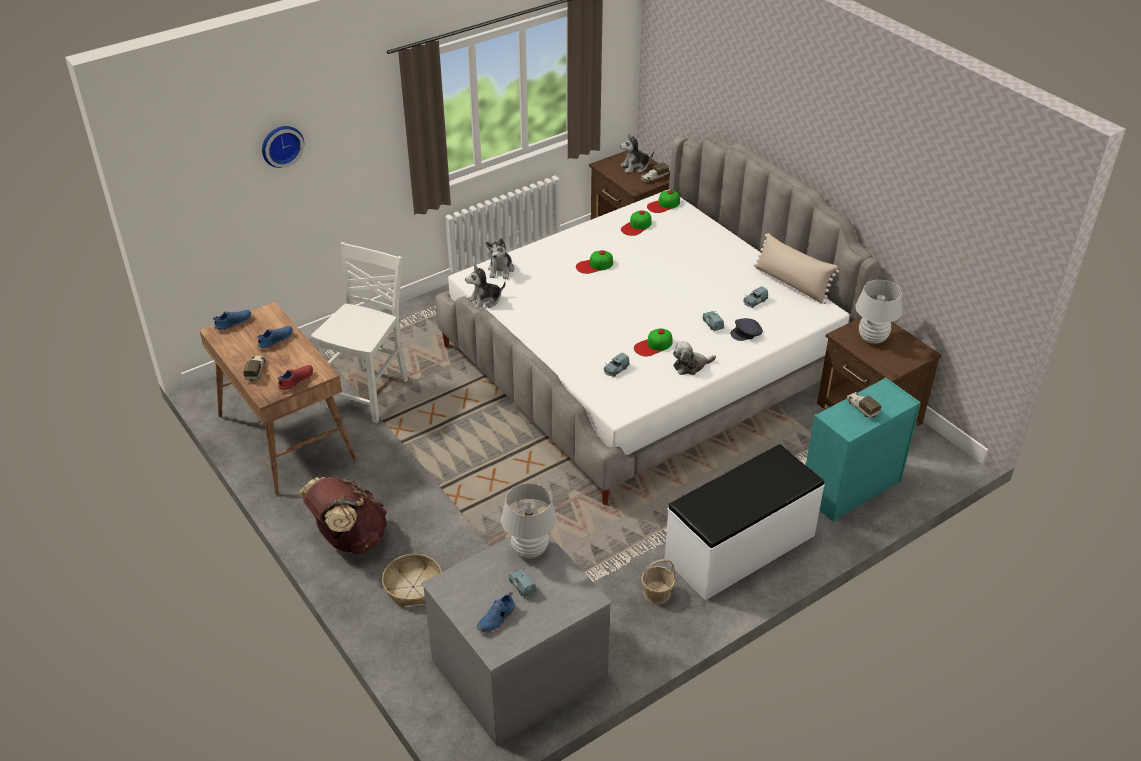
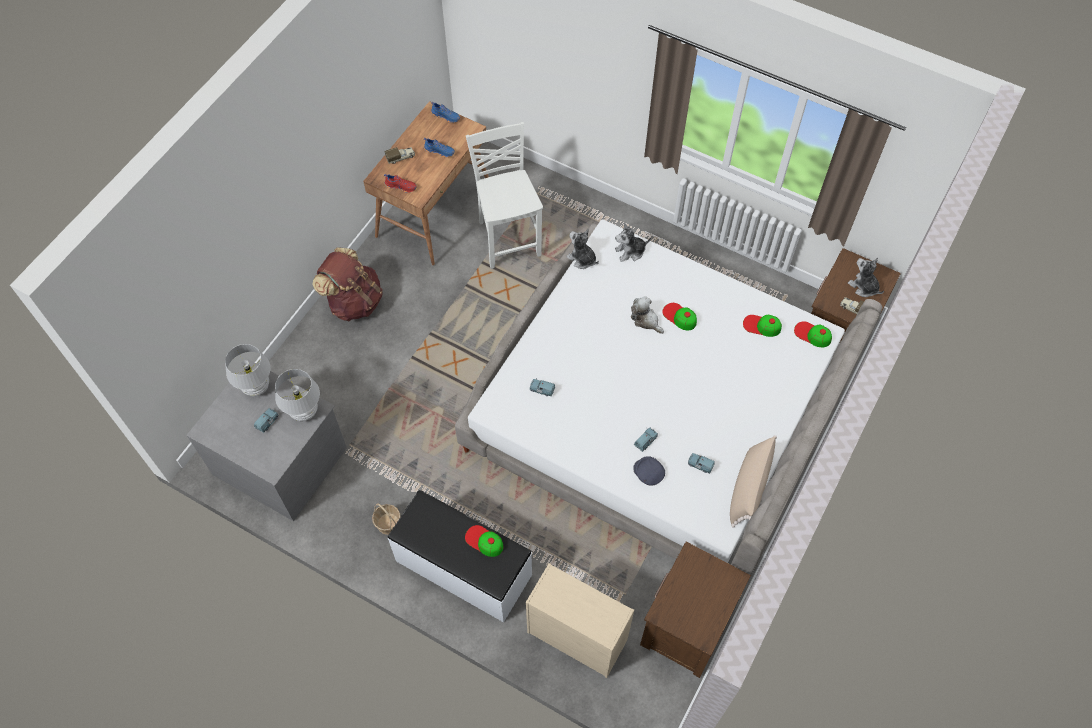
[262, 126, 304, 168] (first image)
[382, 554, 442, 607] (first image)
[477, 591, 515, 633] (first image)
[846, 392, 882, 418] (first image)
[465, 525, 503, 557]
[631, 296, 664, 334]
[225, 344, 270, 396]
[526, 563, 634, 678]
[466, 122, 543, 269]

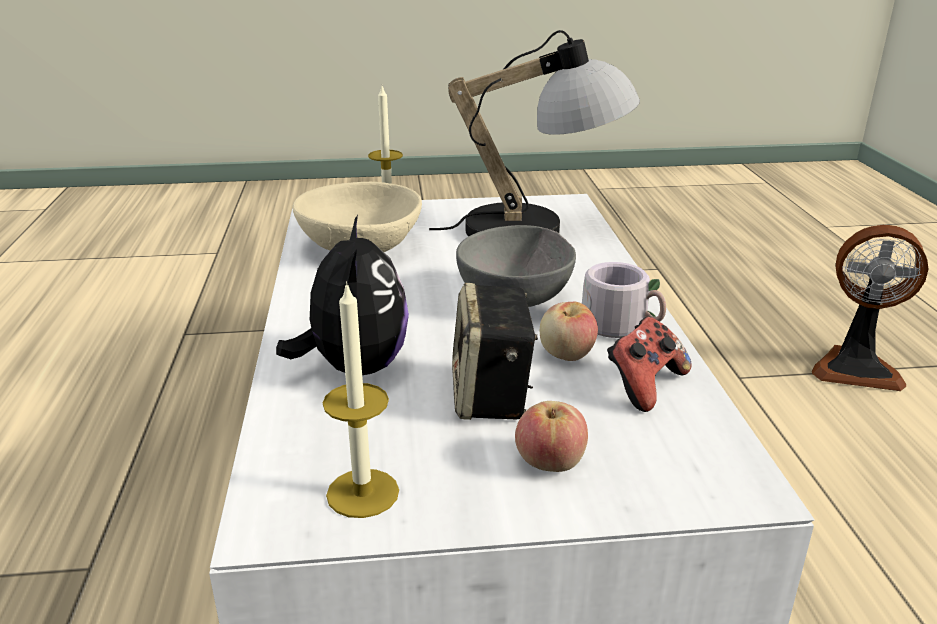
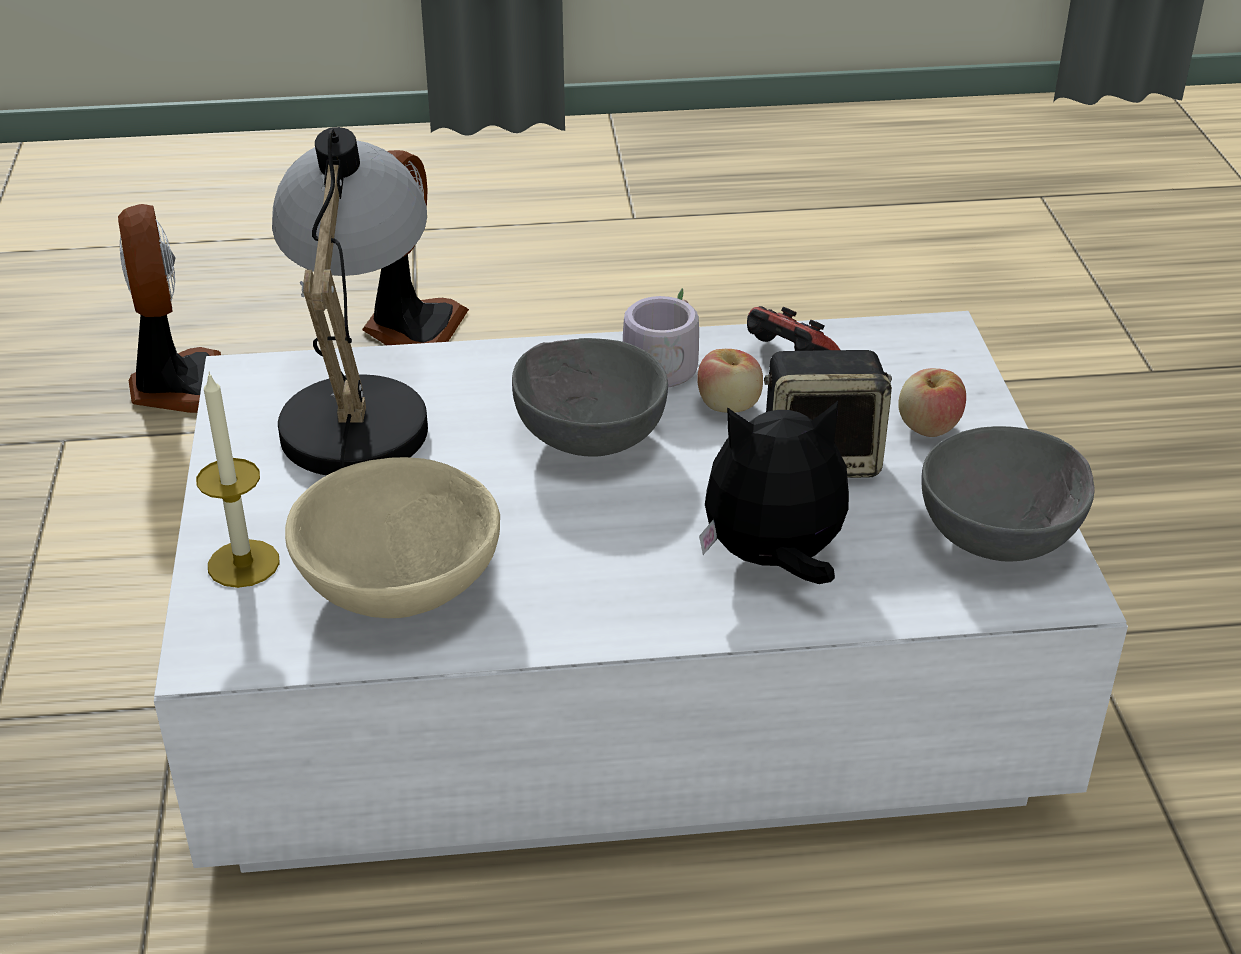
[118, 204, 221, 413]
[921, 426, 1095, 562]

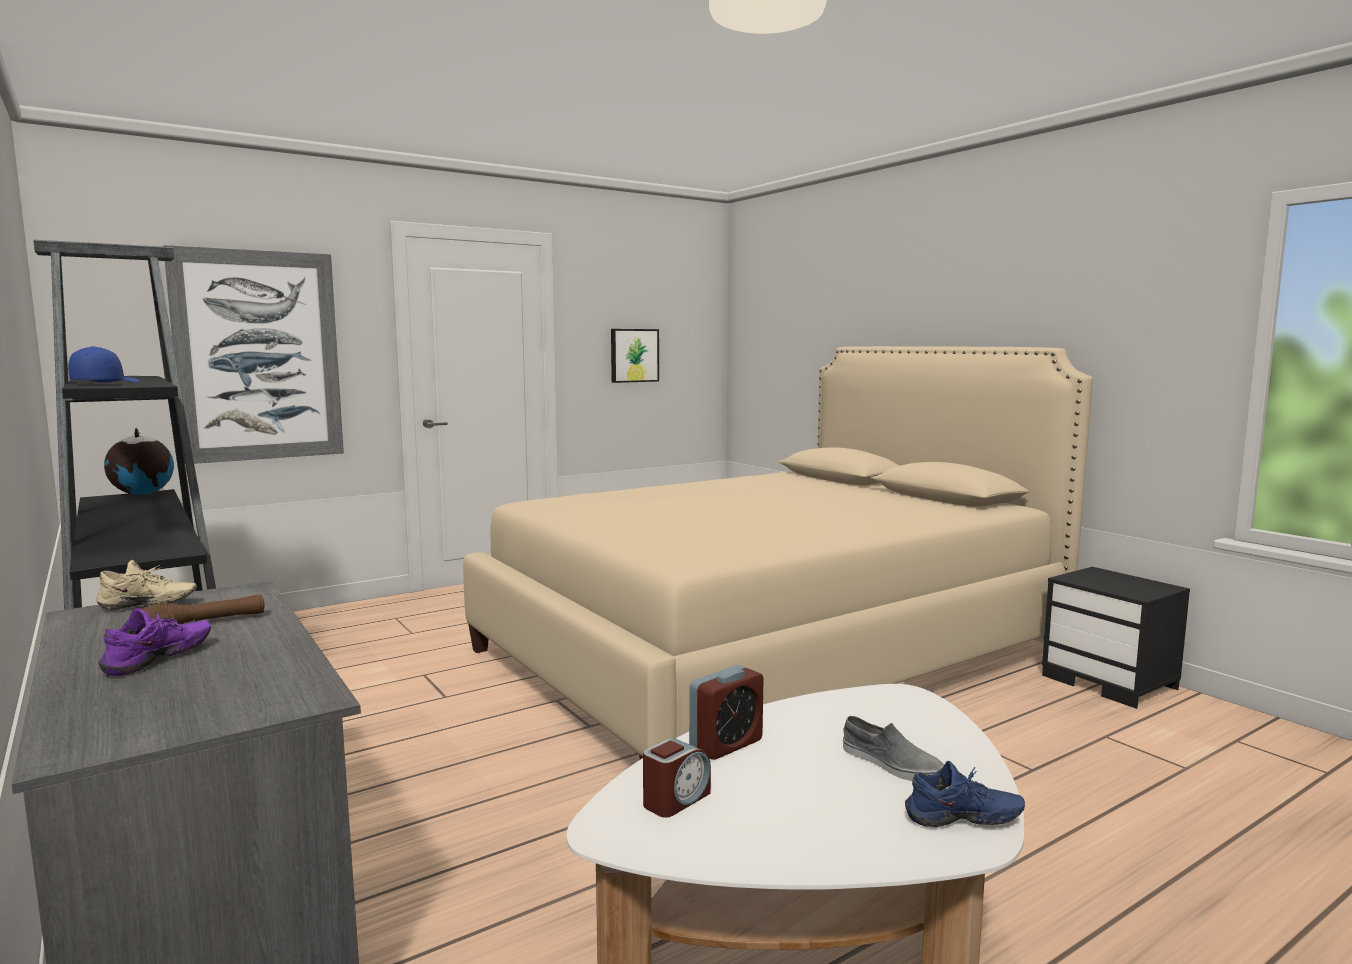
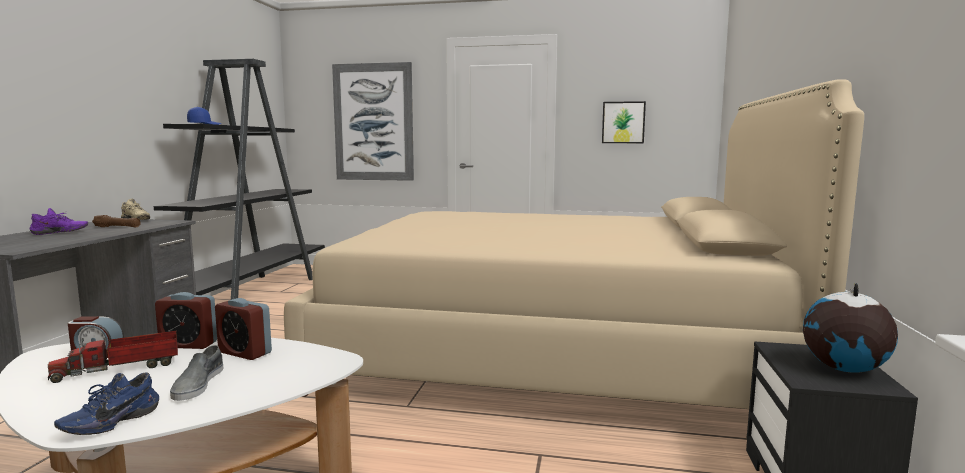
[48, 331, 178, 383]
[215, 298, 272, 360]
[803, 283, 898, 373]
[54, 372, 159, 435]

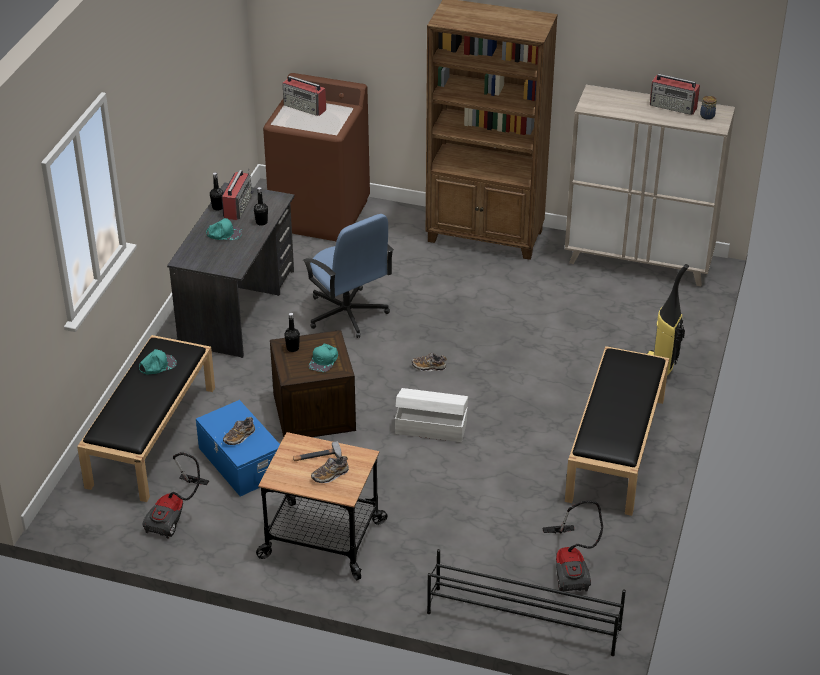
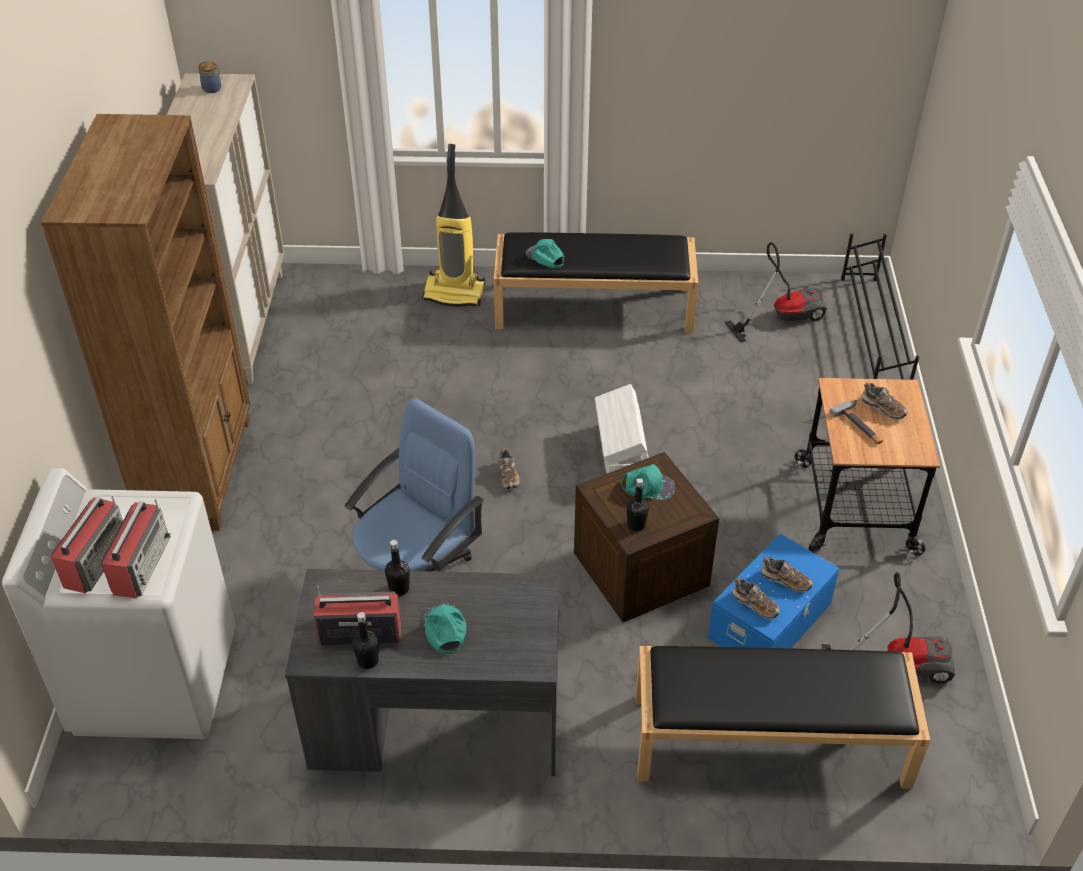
[732, 578, 780, 619]
[525, 239, 564, 268]
[101, 499, 171, 598]
[2, 468, 236, 739]

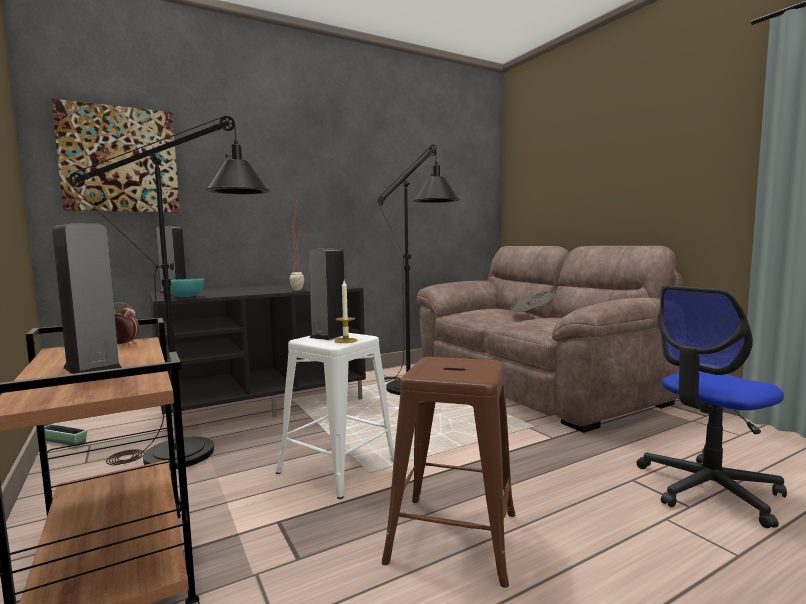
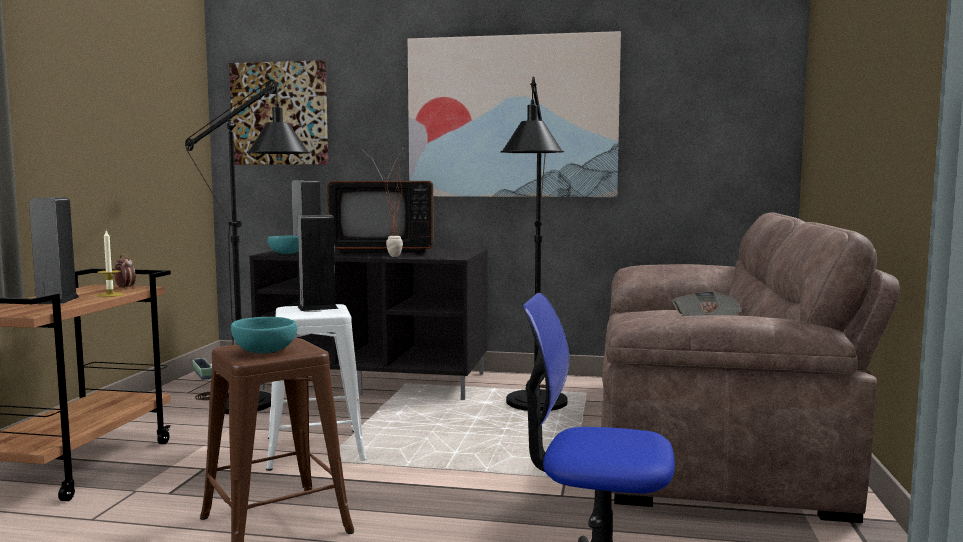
[231, 317, 297, 354]
[327, 146, 434, 255]
[408, 31, 621, 197]
[97, 230, 124, 297]

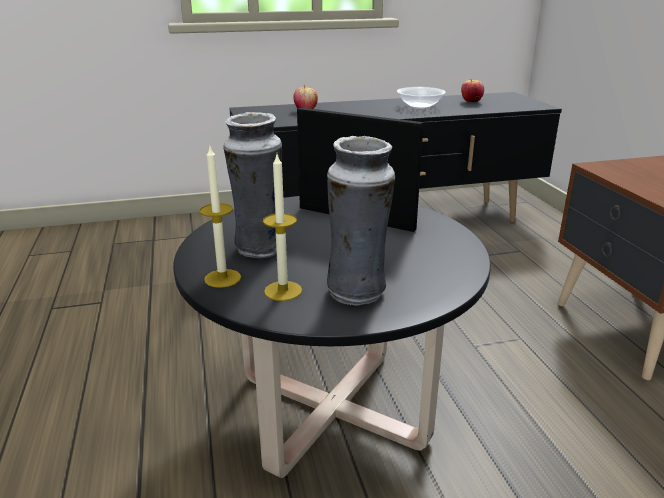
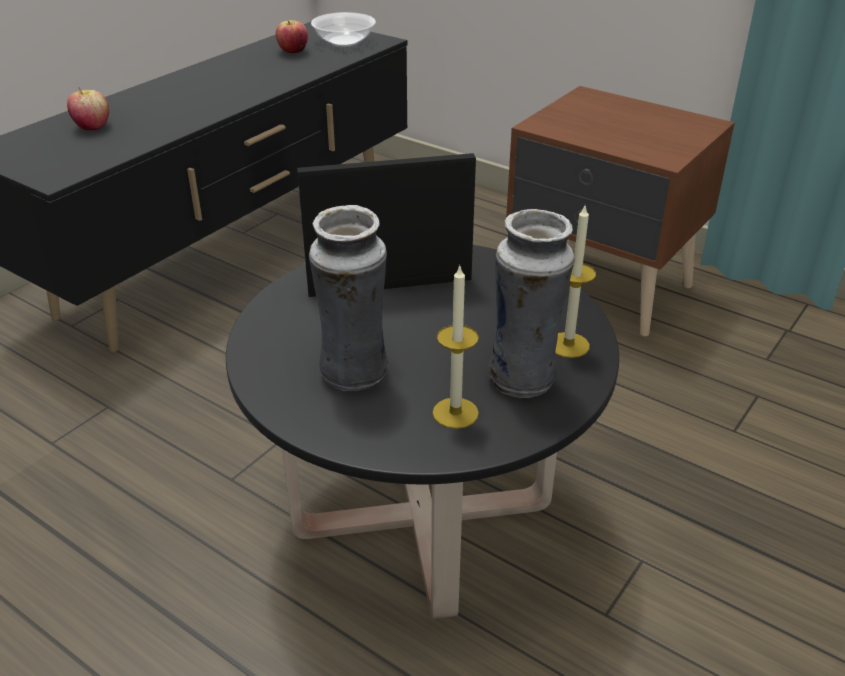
[555, 206, 596, 358]
[311, 12, 376, 47]

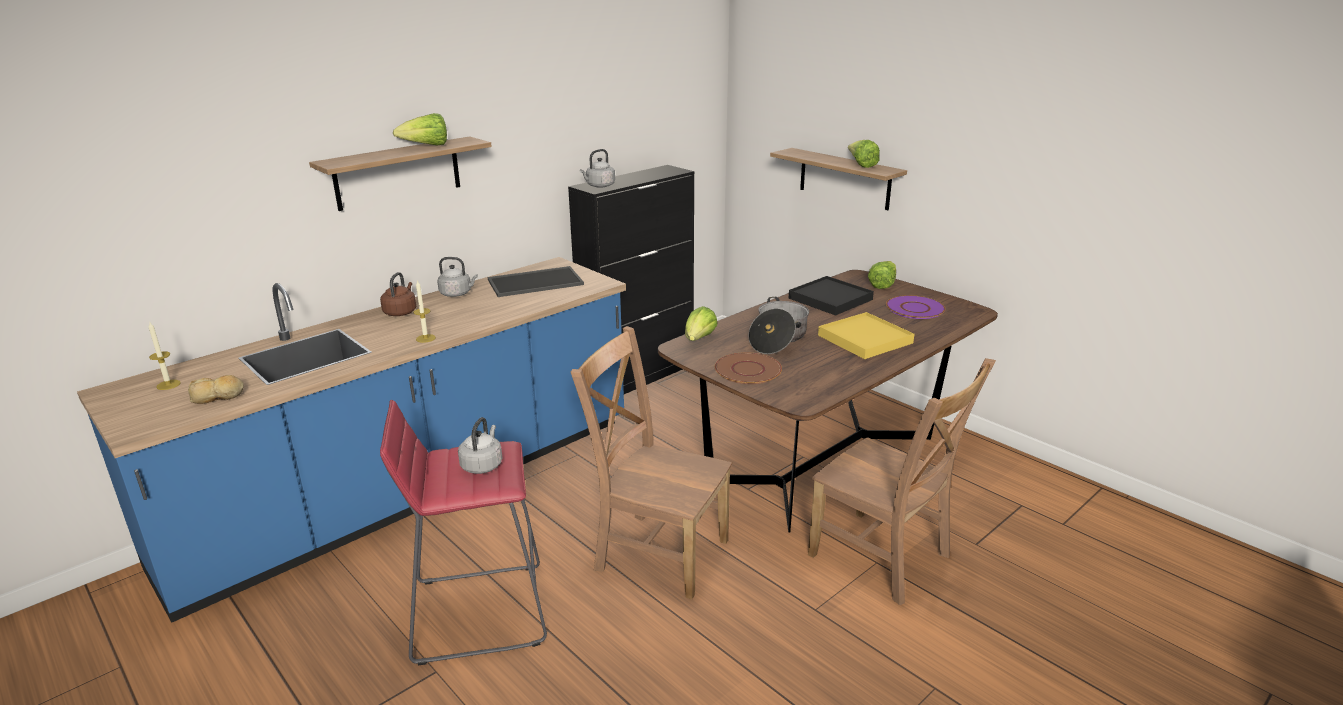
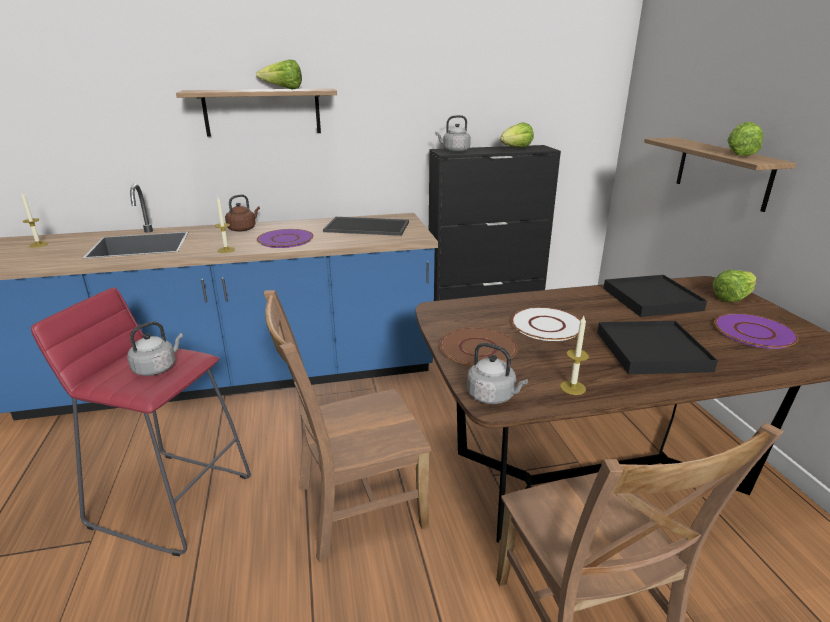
[188, 375, 244, 404] (first image)
[257, 229, 314, 248]
[560, 316, 589, 395]
[467, 343, 528, 404]
[500, 122, 534, 148]
[511, 307, 580, 341]
[597, 321, 718, 374]
[263, 290, 431, 562]

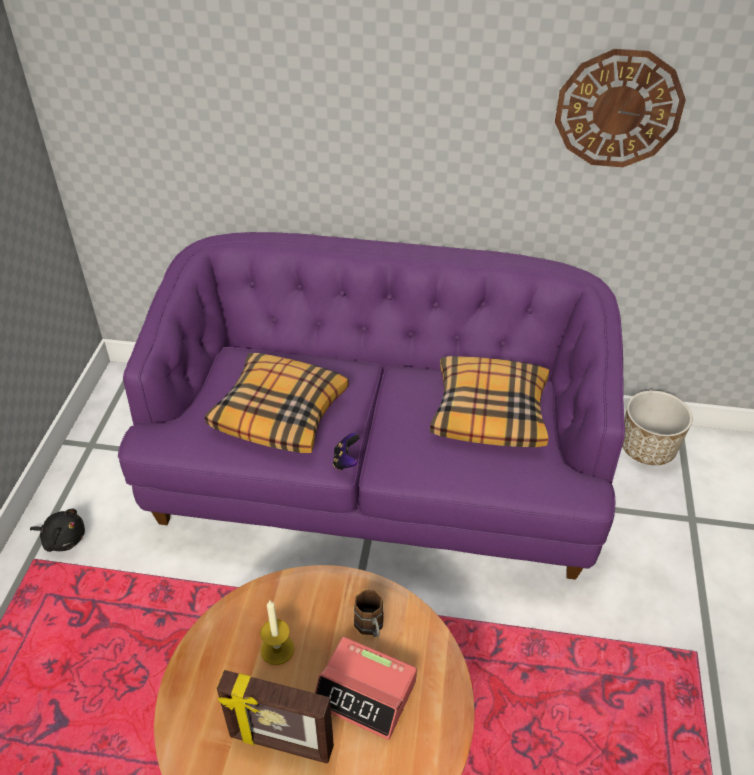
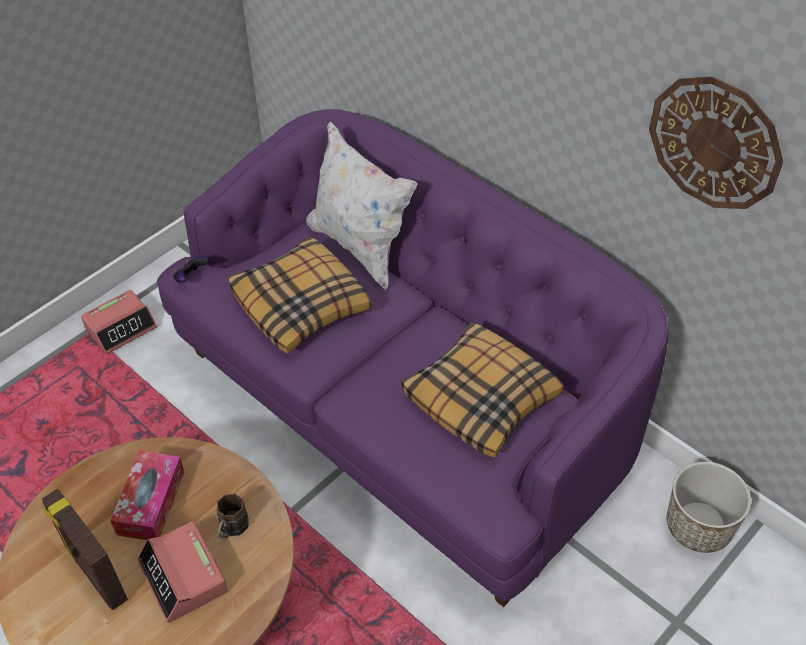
[306, 122, 417, 290]
[173, 256, 208, 283]
[81, 290, 157, 355]
[110, 450, 184, 540]

